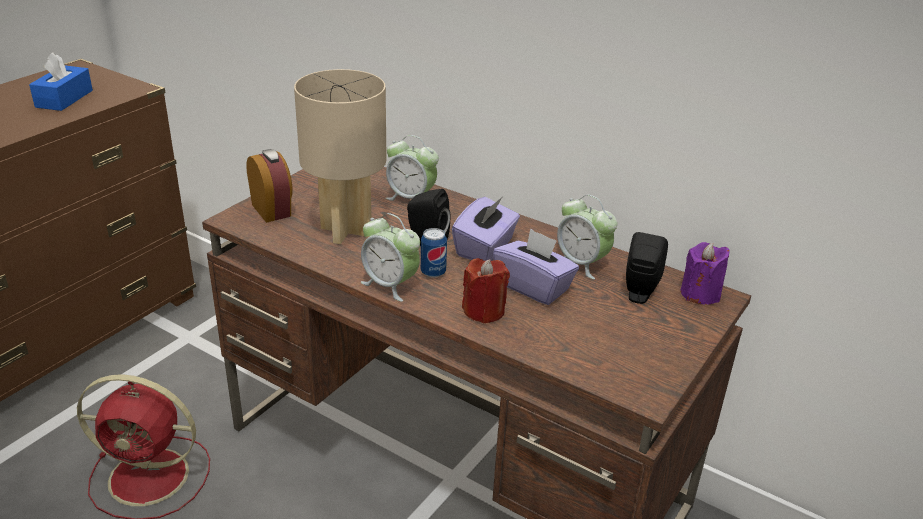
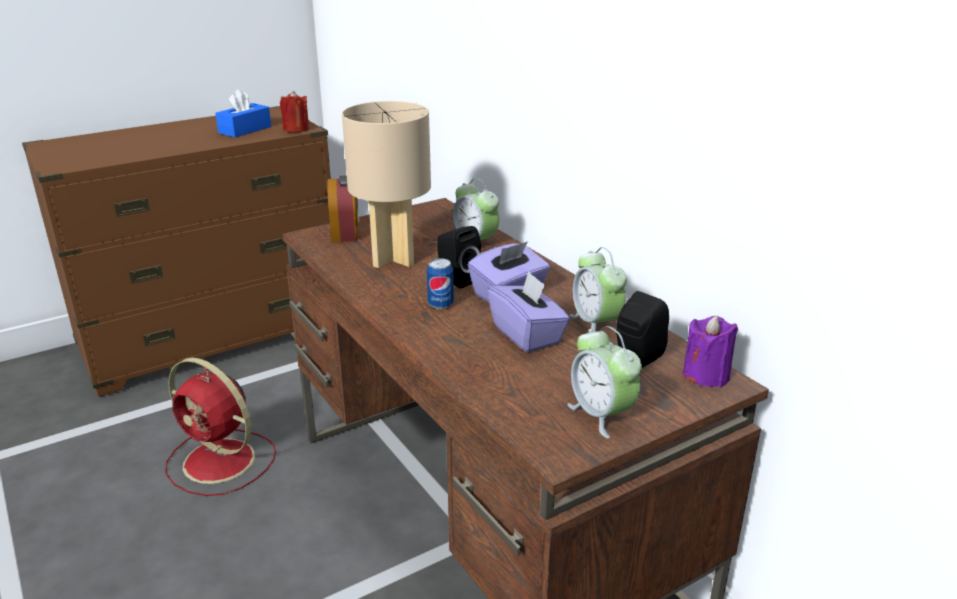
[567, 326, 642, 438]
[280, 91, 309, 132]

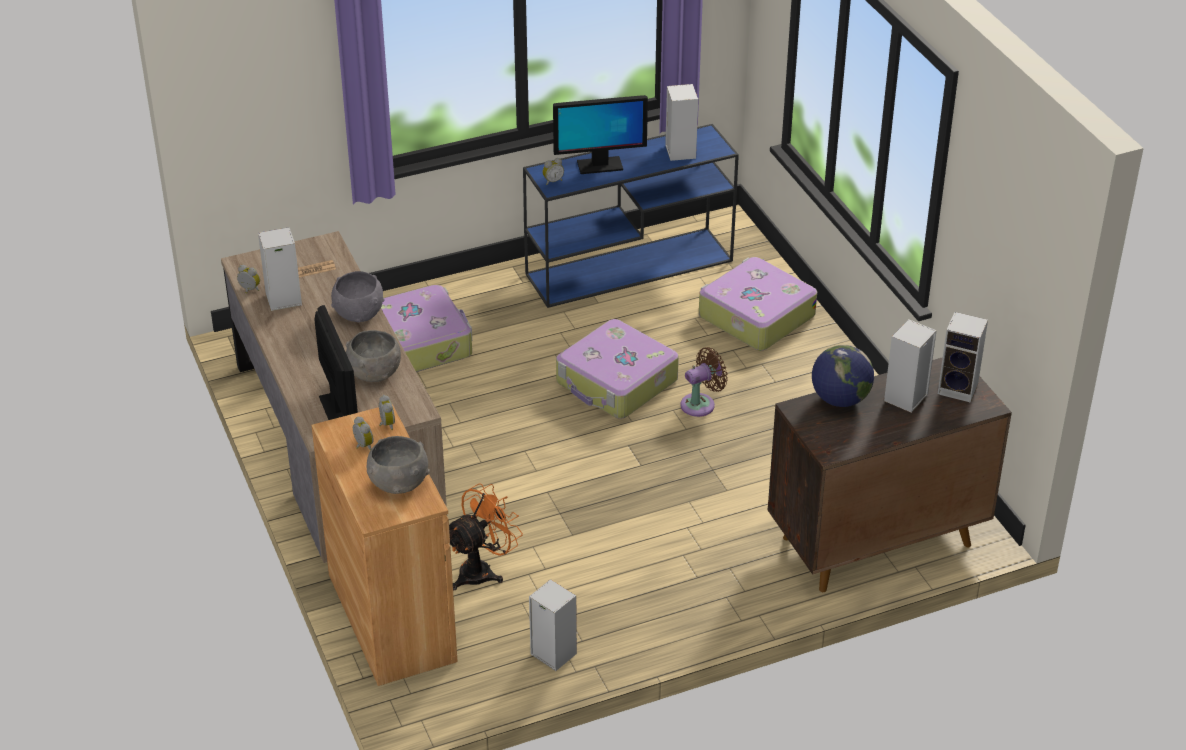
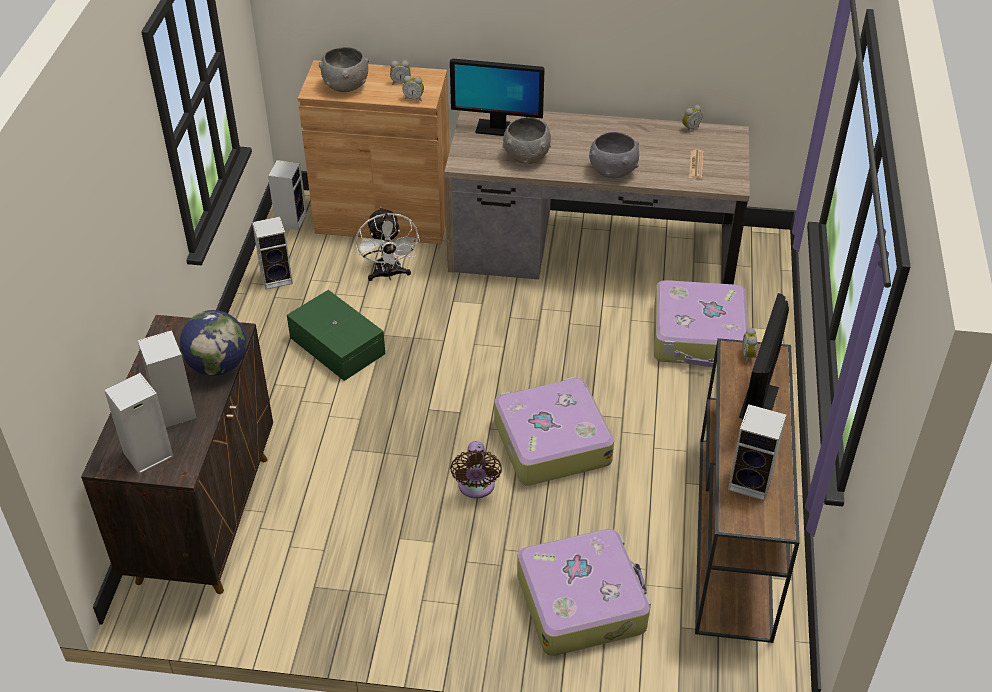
[287, 290, 385, 381]
[268, 160, 307, 230]
[356, 207, 420, 281]
[695, 338, 800, 643]

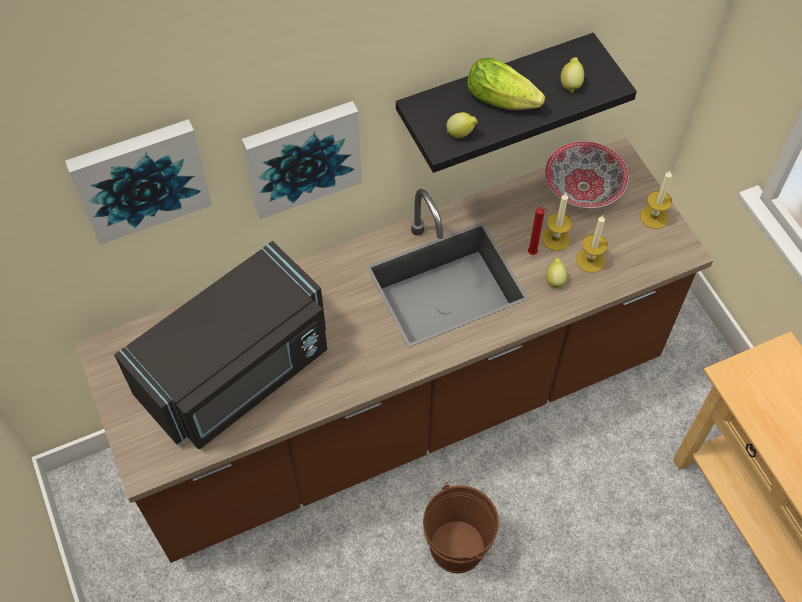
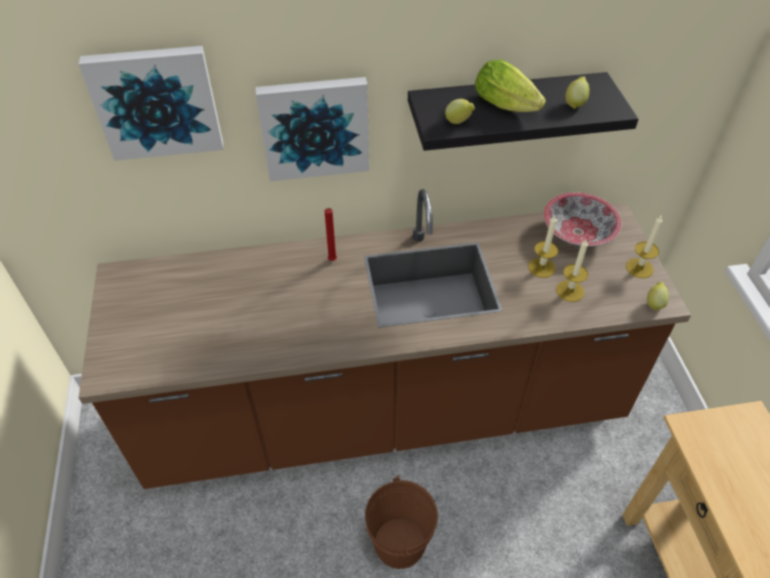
[114, 241, 327, 449] (first image)
[325, 208, 337, 261]
[647, 282, 669, 311]

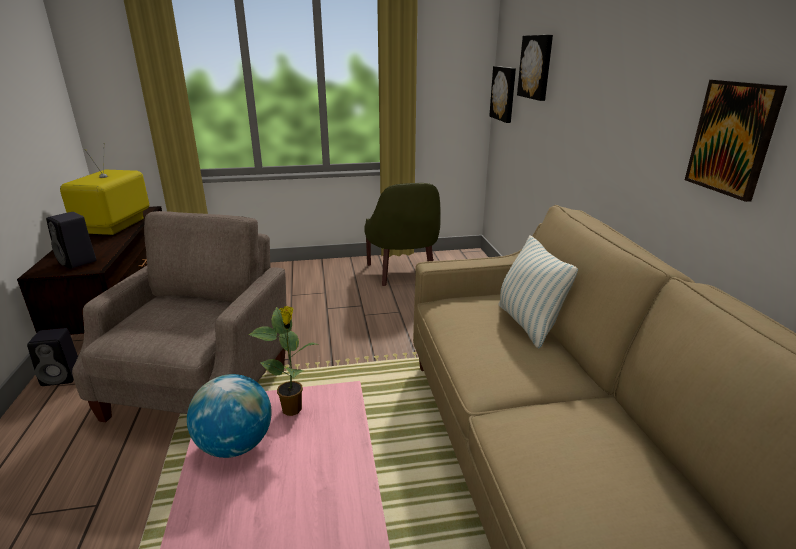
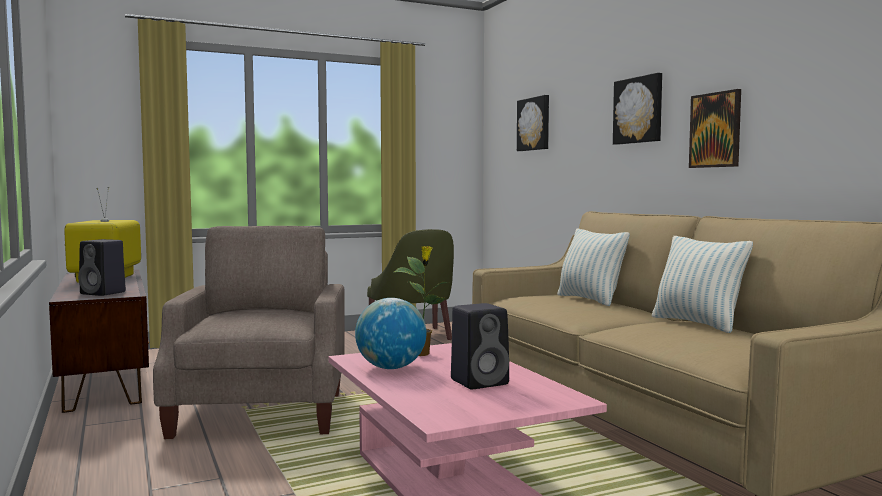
[652, 236, 753, 333]
[451, 303, 509, 389]
[613, 73, 662, 145]

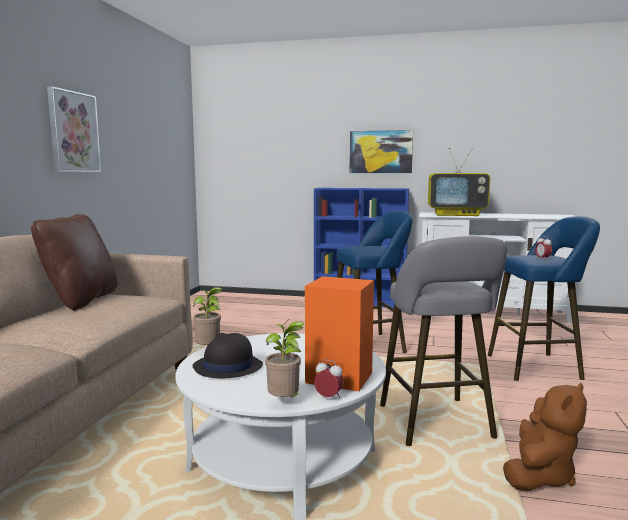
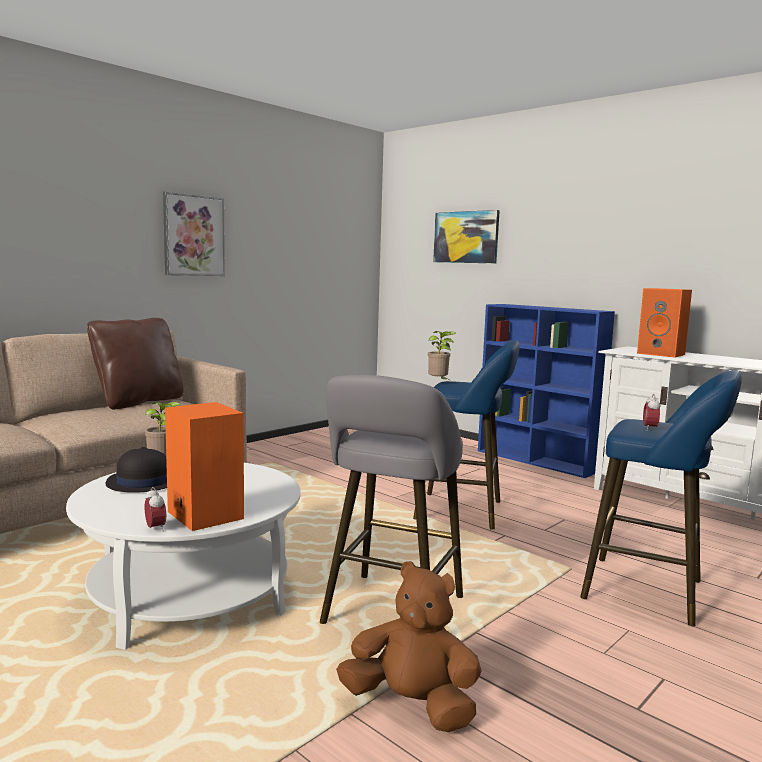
[428, 331, 456, 379]
[433, 210, 500, 263]
[637, 288, 692, 358]
[336, 561, 482, 732]

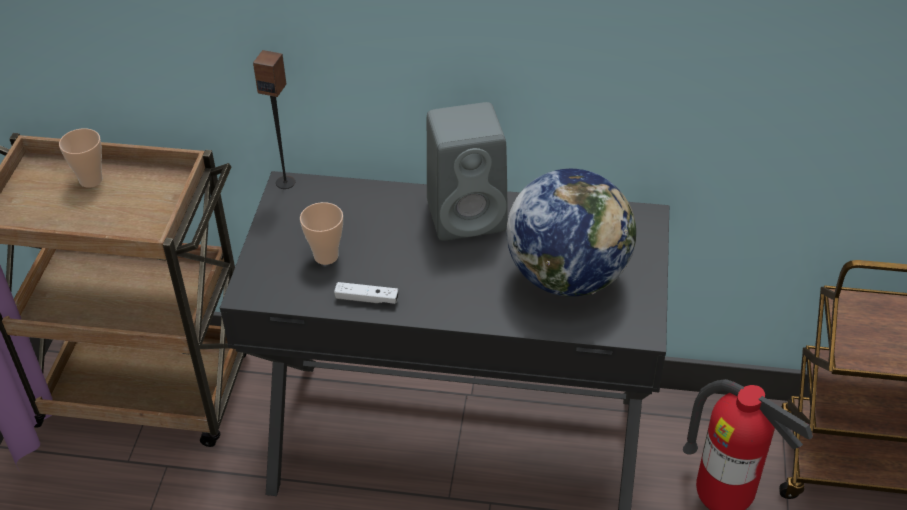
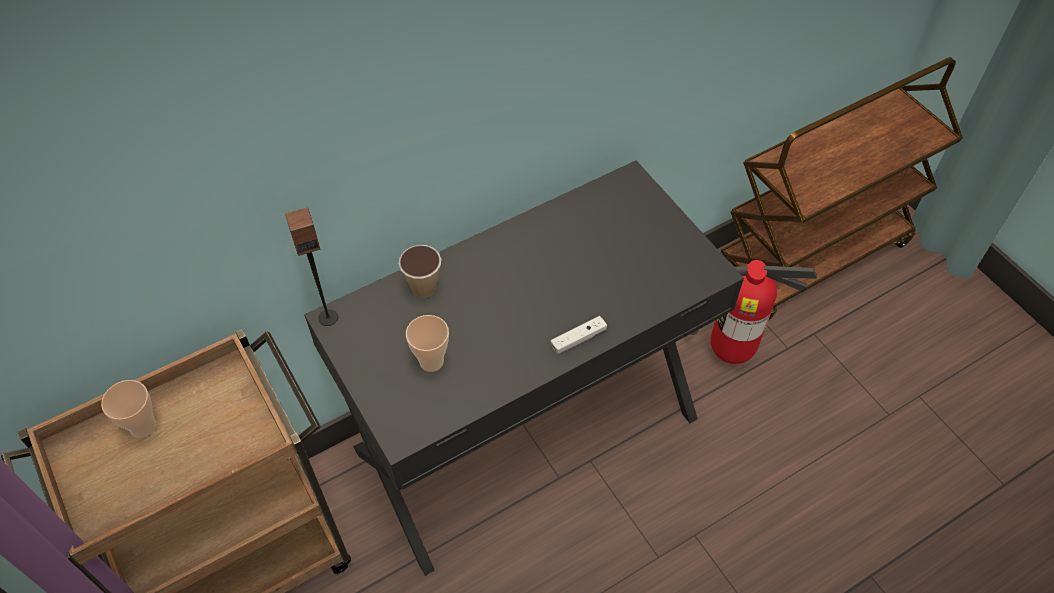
[427, 102, 508, 241] (first image)
[506, 169, 636, 296] (first image)
[399, 245, 441, 298]
[551, 316, 607, 354]

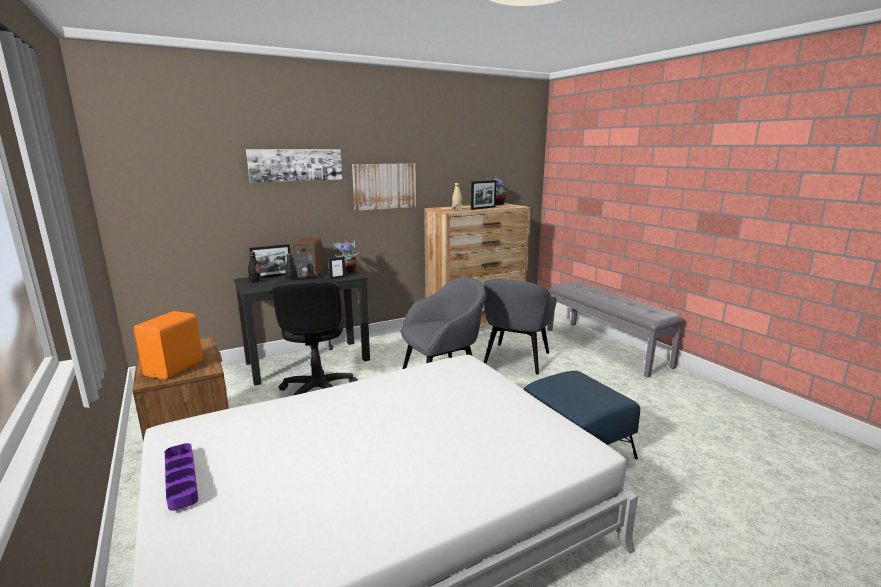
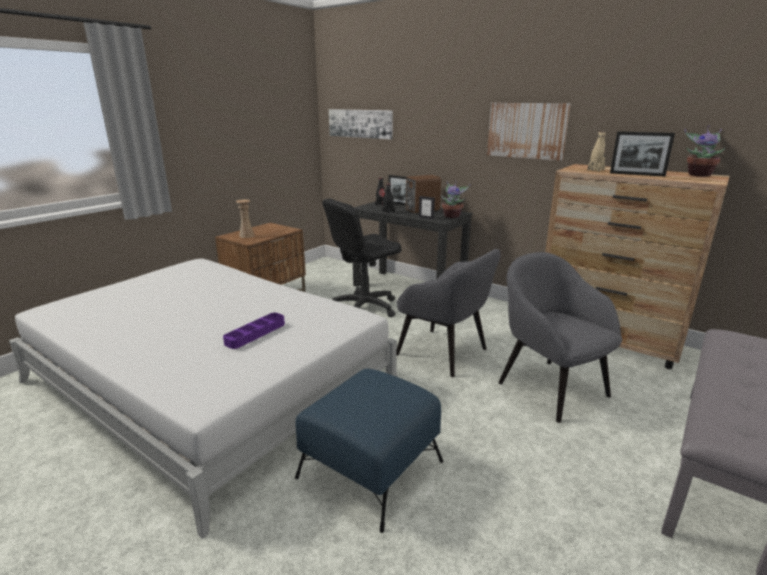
[223, 313, 285, 349]
[329, 109, 393, 139]
[236, 200, 255, 238]
[498, 252, 622, 423]

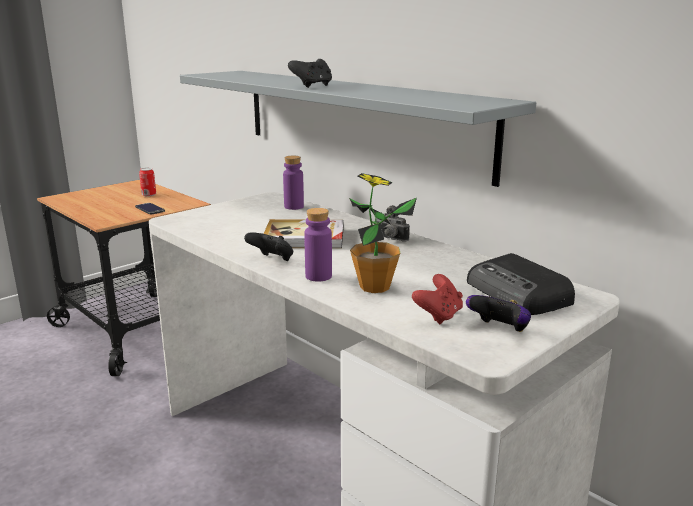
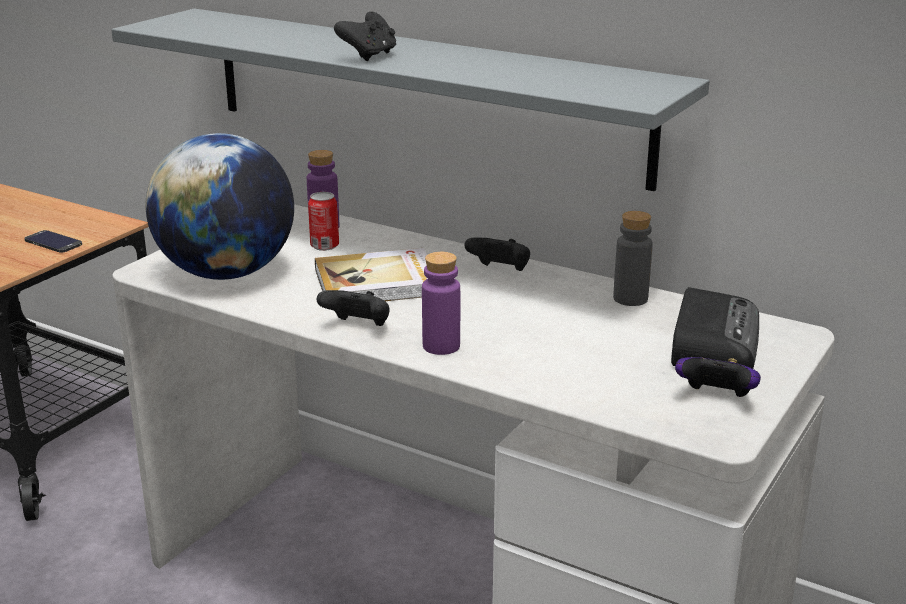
[349, 173, 417, 293] (first image)
[412, 274, 463, 324] (first image)
[145, 133, 294, 280]
[613, 211, 653, 306]
[308, 192, 339, 251]
[465, 237, 530, 271]
[671, 287, 759, 369]

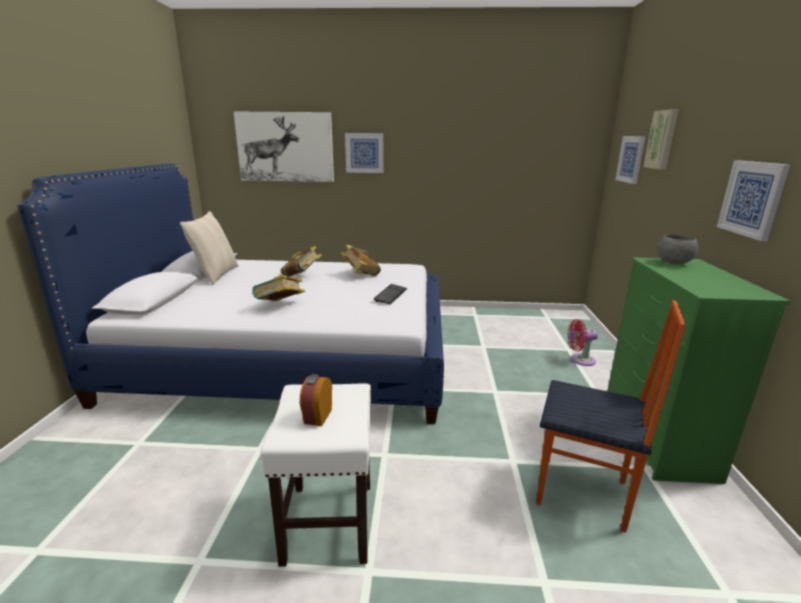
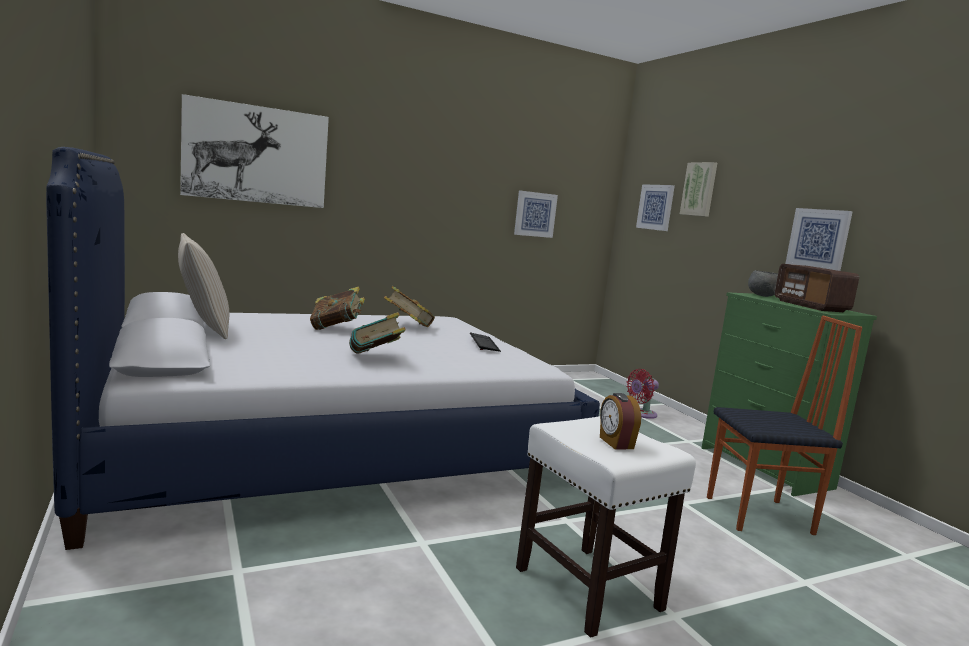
[775, 264, 859, 312]
[514, 190, 558, 238]

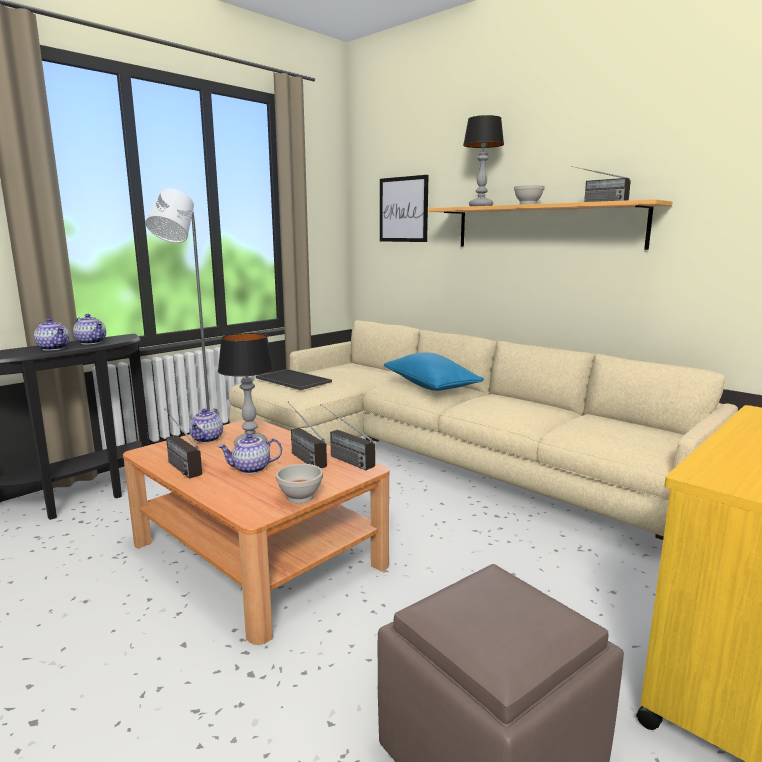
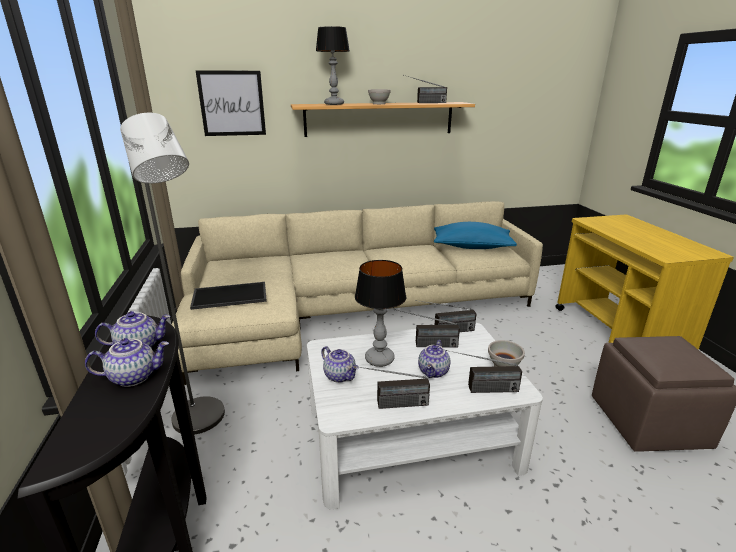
[446, 350, 522, 393]
[434, 222, 517, 249]
[307, 323, 543, 510]

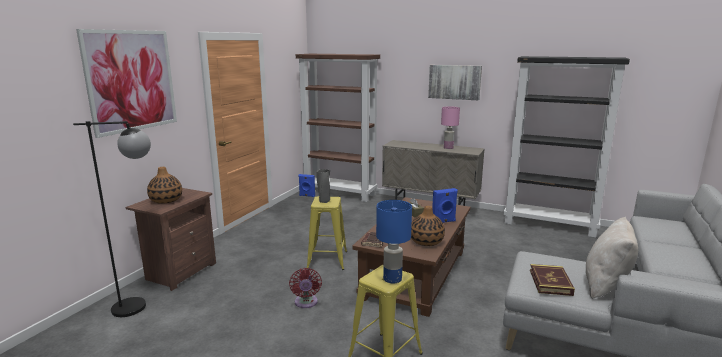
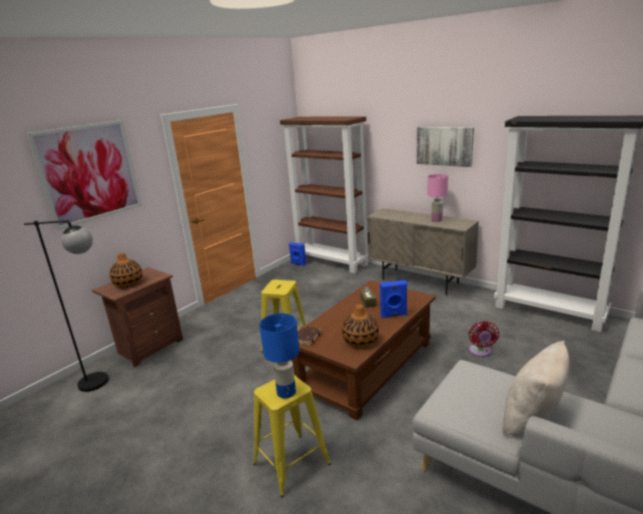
[317, 169, 330, 203] (first image)
[530, 264, 575, 296] (first image)
[468, 321, 499, 357]

